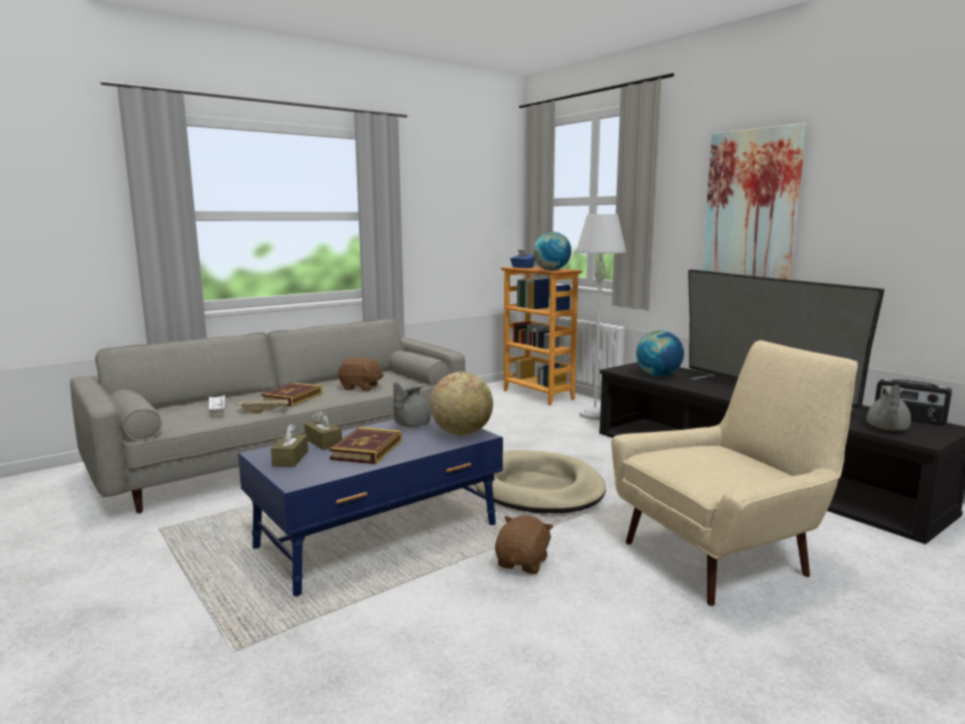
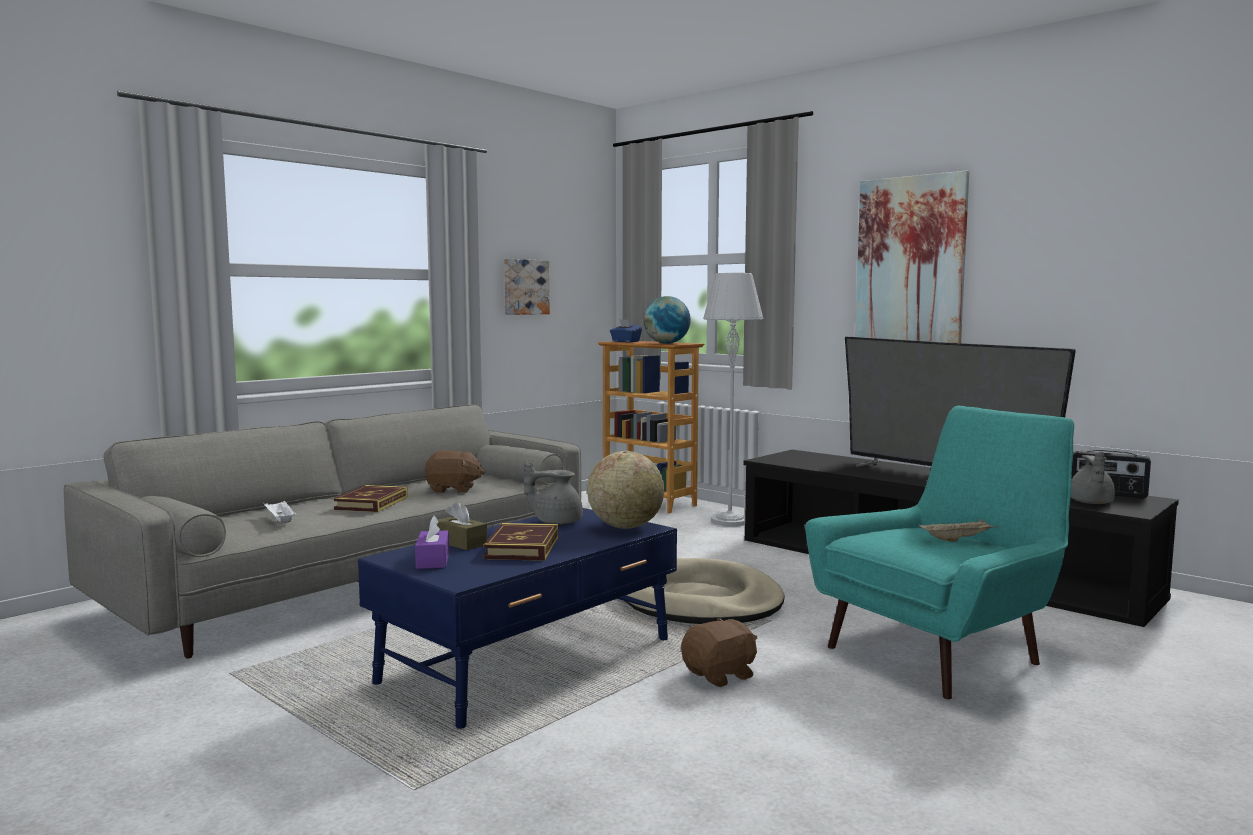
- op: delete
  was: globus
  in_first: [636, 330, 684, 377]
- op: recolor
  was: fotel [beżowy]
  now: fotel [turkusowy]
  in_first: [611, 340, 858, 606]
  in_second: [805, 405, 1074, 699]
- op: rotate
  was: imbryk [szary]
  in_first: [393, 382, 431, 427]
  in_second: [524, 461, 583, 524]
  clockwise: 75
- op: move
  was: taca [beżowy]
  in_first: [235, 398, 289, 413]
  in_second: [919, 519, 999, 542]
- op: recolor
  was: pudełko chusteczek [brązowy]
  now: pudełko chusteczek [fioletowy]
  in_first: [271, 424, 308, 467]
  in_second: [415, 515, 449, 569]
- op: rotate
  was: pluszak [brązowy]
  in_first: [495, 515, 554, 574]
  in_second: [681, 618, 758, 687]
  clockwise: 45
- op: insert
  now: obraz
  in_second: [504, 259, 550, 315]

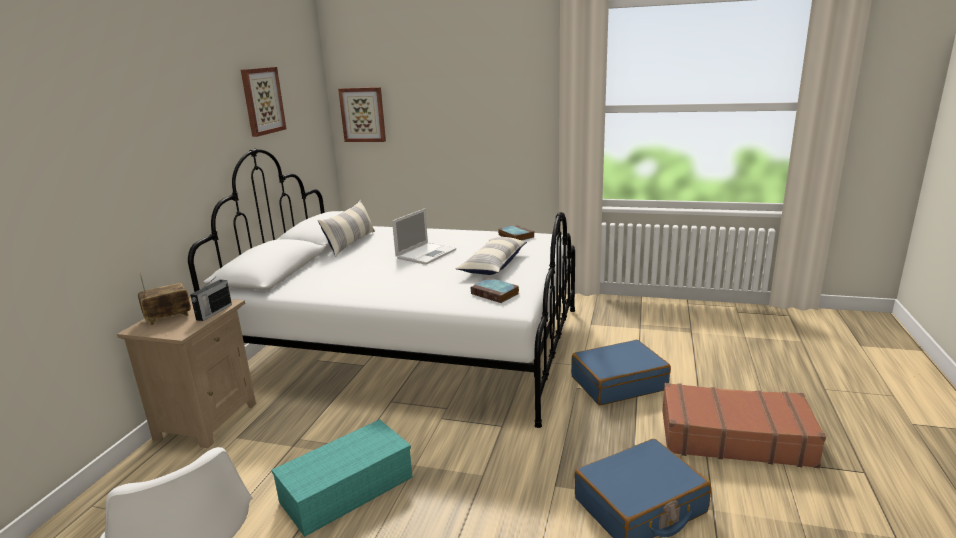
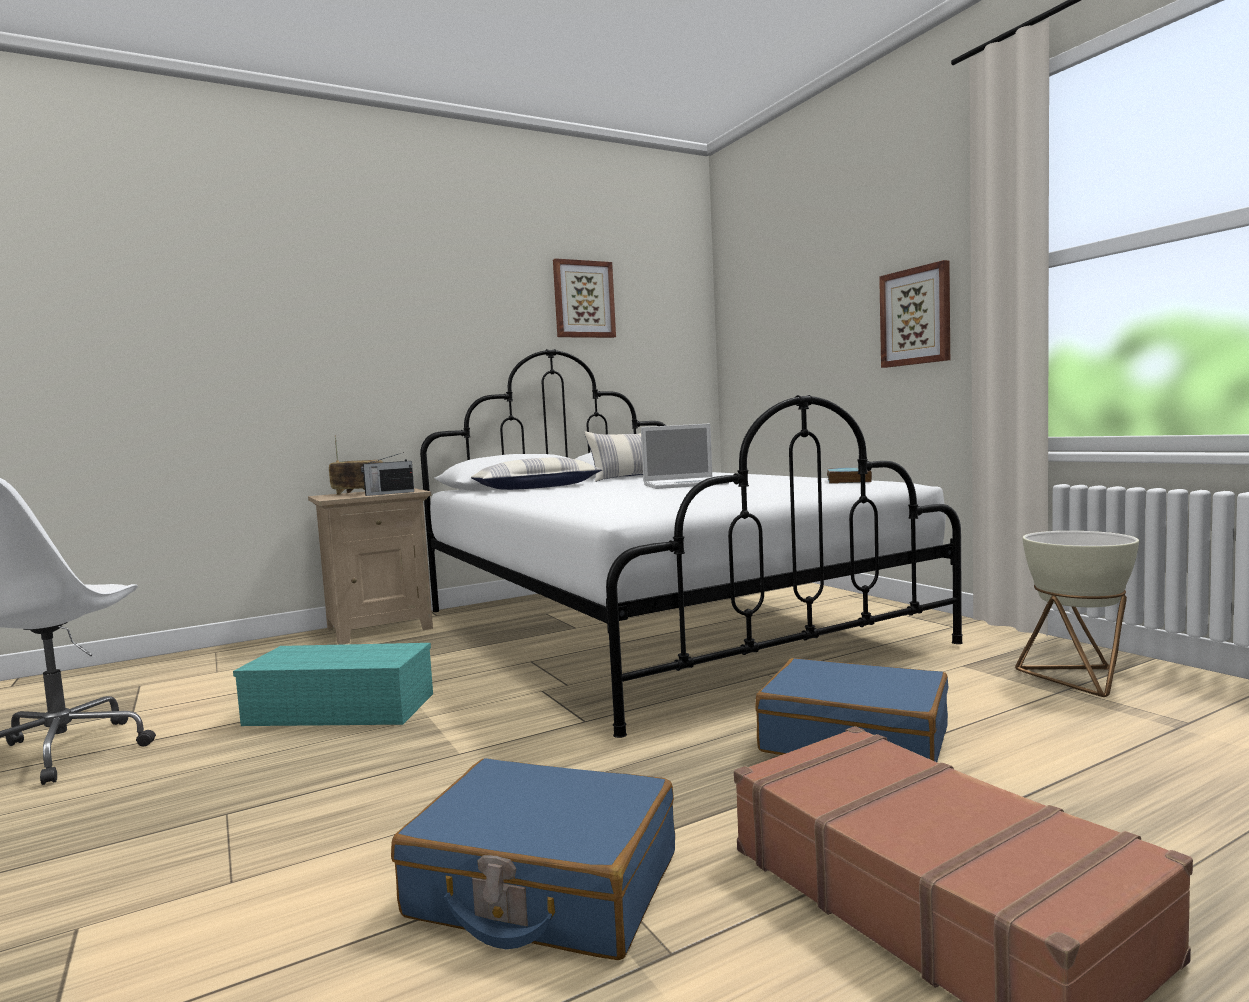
- op: move
  was: obraz
  in_first: [338, 87, 386, 142]
  in_second: [879, 260, 950, 368]
- op: move
  was: poduszka
  in_first: [456, 237, 527, 275]
  in_second: [471, 458, 602, 490]
- op: delete
  was: książka
  in_first: [471, 278, 519, 303]
- op: insert
  now: donica
  in_second: [1015, 531, 1139, 697]

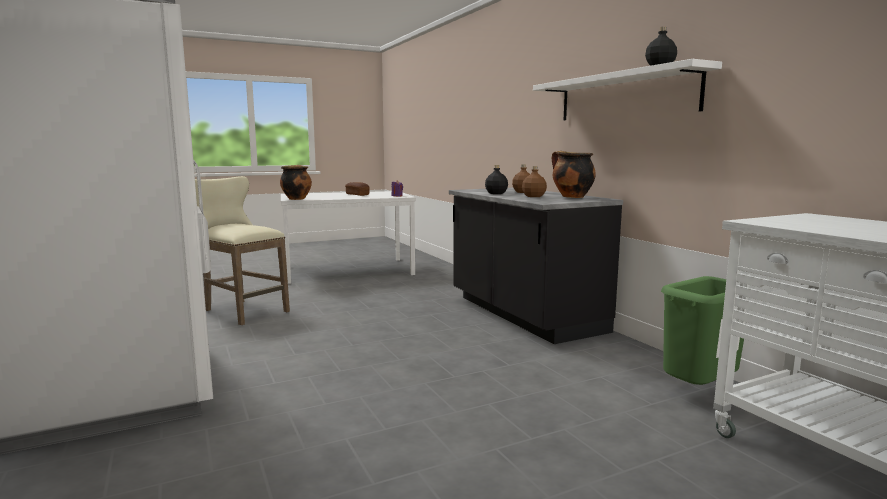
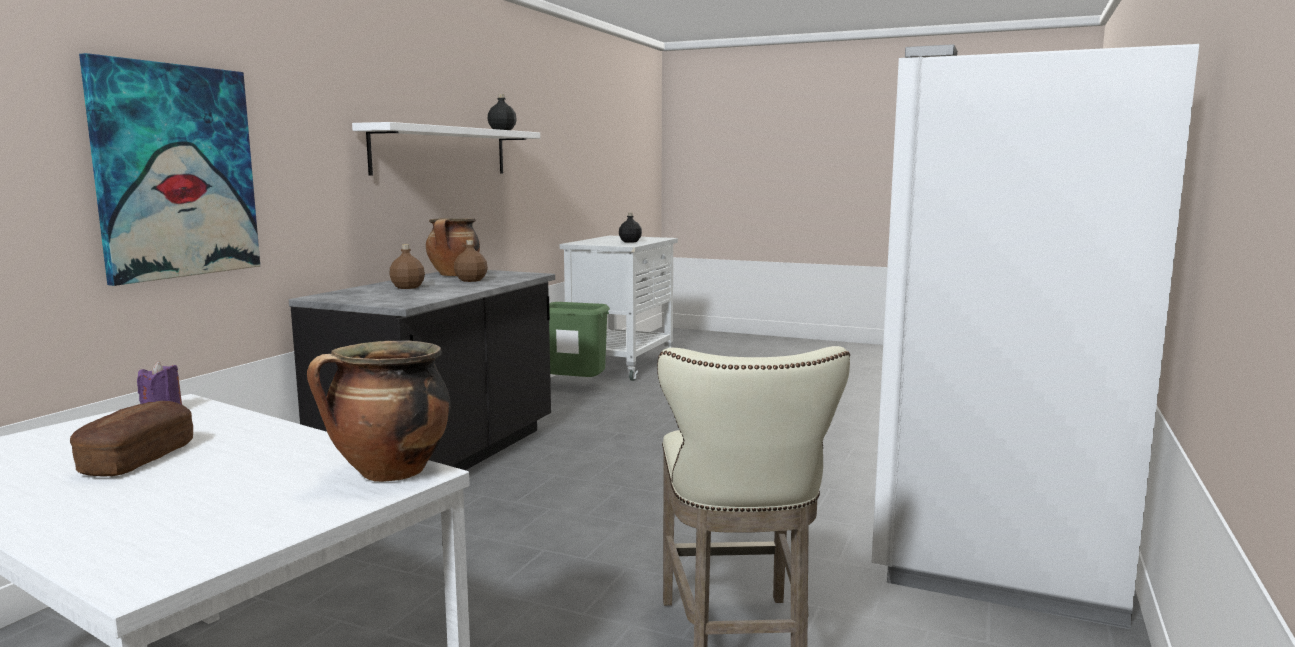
- op: move
  was: butelka [czarny]
  in_first: [485, 165, 508, 194]
  in_second: [619, 213, 642, 243]
- op: insert
  now: obraz
  in_second: [79, 53, 260, 286]

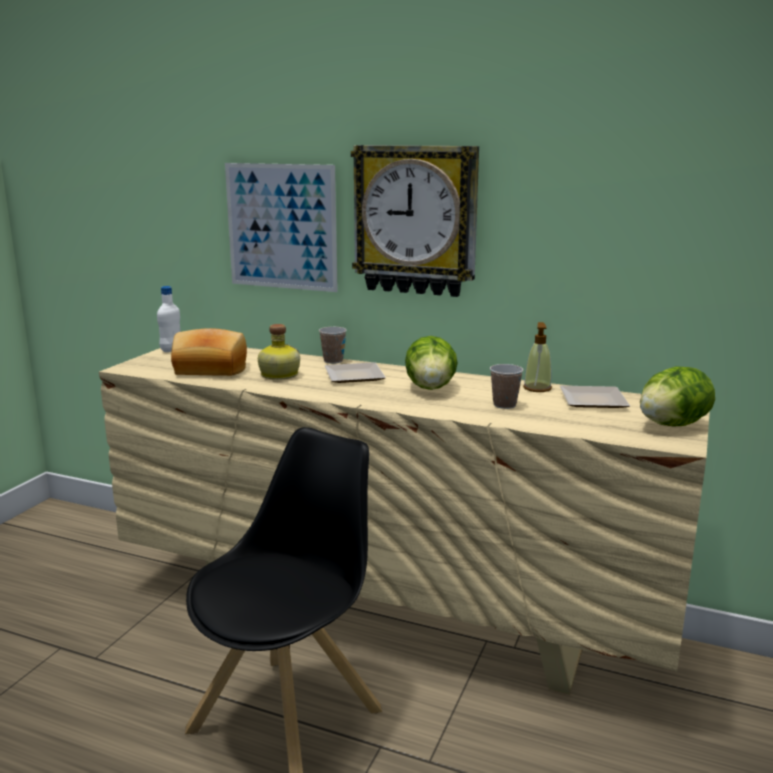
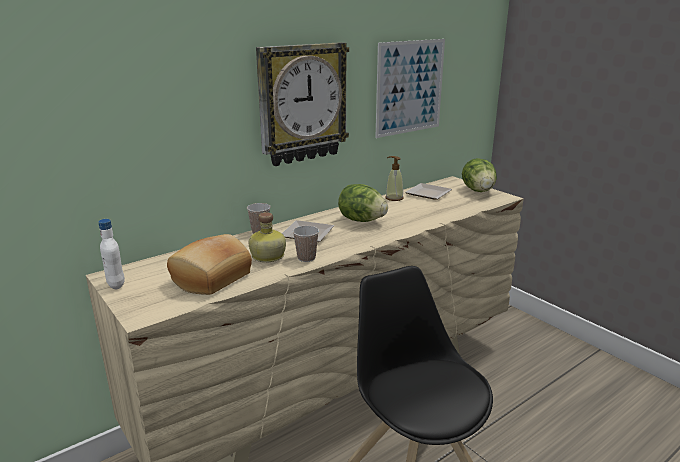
- op: move
  was: obraz
  in_first: [225, 163, 338, 292]
  in_second: [375, 39, 445, 138]
- op: move
  was: filiżanka
  in_first: [490, 364, 523, 409]
  in_second: [293, 226, 319, 262]

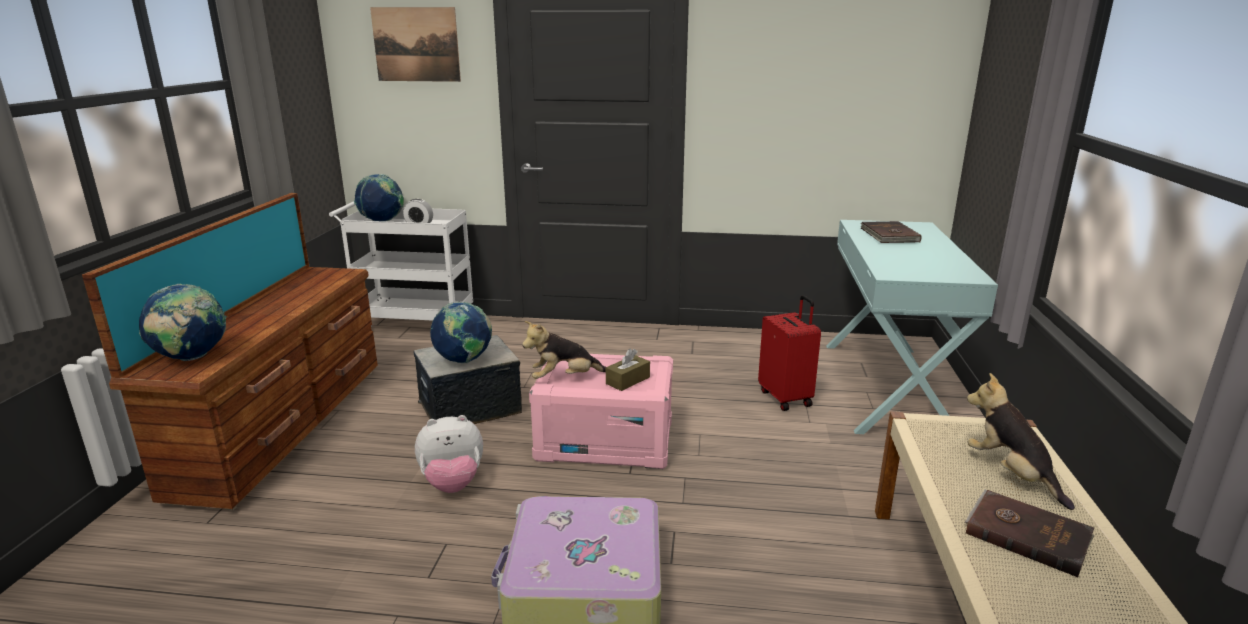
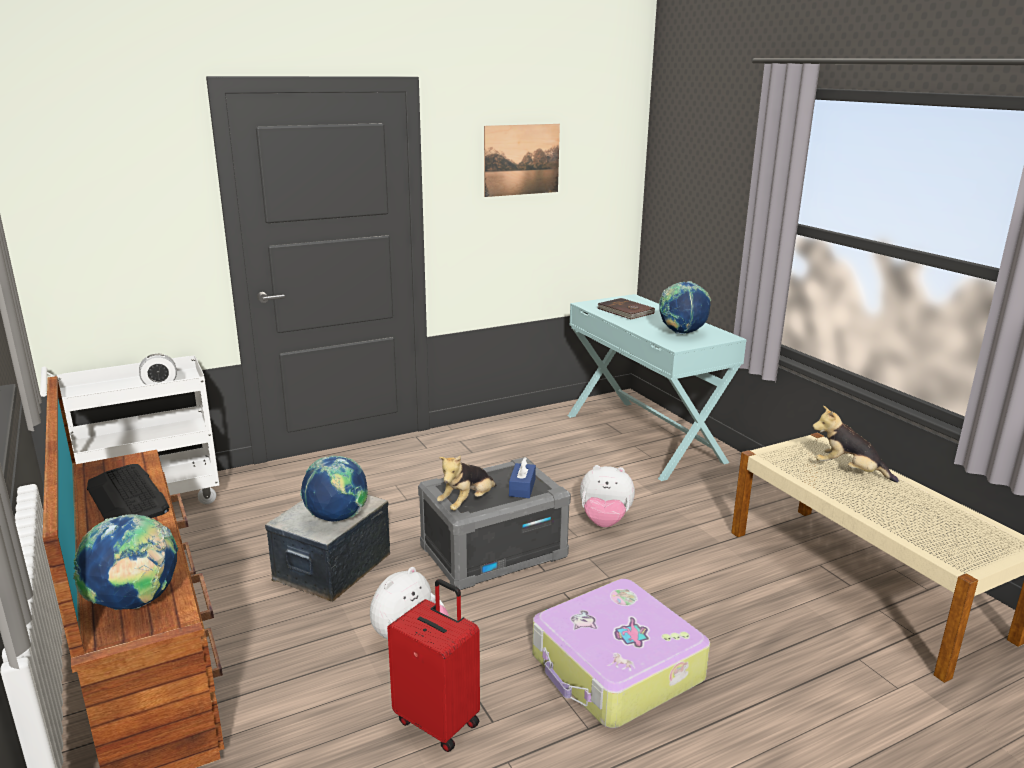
- op: move
  was: obraz
  in_first: [370, 7, 461, 82]
  in_second: [484, 124, 560, 197]
- op: move
  was: globus
  in_first: [354, 174, 404, 222]
  in_second: [659, 281, 711, 335]
- op: move
  was: walizka [czerwony]
  in_first: [758, 295, 821, 411]
  in_second: [387, 579, 480, 752]
- op: recolor
  was: pudełko chusteczek [brązowy]
  now: pudełko chusteczek [niebieski]
  in_first: [606, 348, 650, 391]
  in_second: [509, 457, 536, 498]
- op: recolor
  was: pojemnik do przechowywania [różowy]
  now: pojemnik do przechowywania [szary]
  in_first: [529, 354, 673, 469]
  in_second: [418, 457, 571, 590]
- op: delete
  was: książka [brązowy]
  in_first: [965, 489, 1094, 577]
- op: insert
  now: klawiatura
  in_second: [87, 464, 169, 520]
- op: insert
  now: pluszak
  in_second: [580, 465, 635, 527]

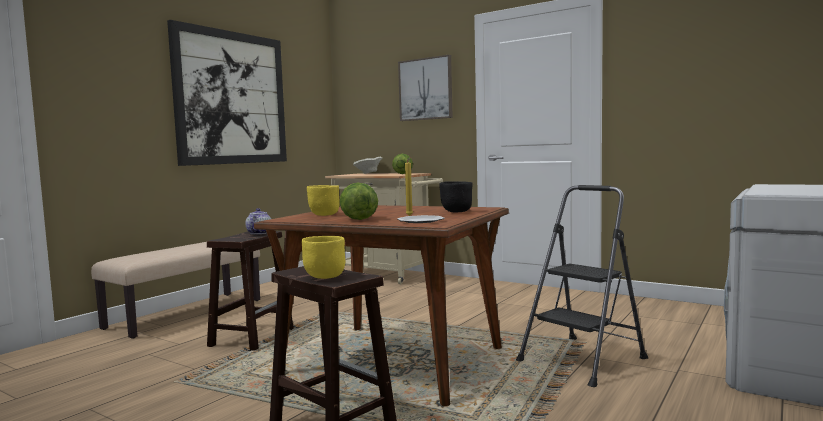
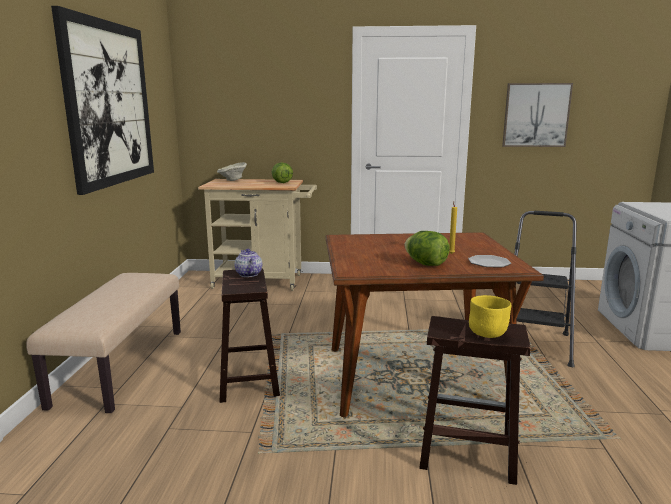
- op: move
  was: obraz
  in_first: [398, 55, 453, 121]
  in_second: [502, 83, 573, 147]
- op: delete
  was: miska [czarny]
  in_first: [439, 181, 472, 212]
- op: delete
  was: miska [żółty]
  in_first: [307, 185, 340, 216]

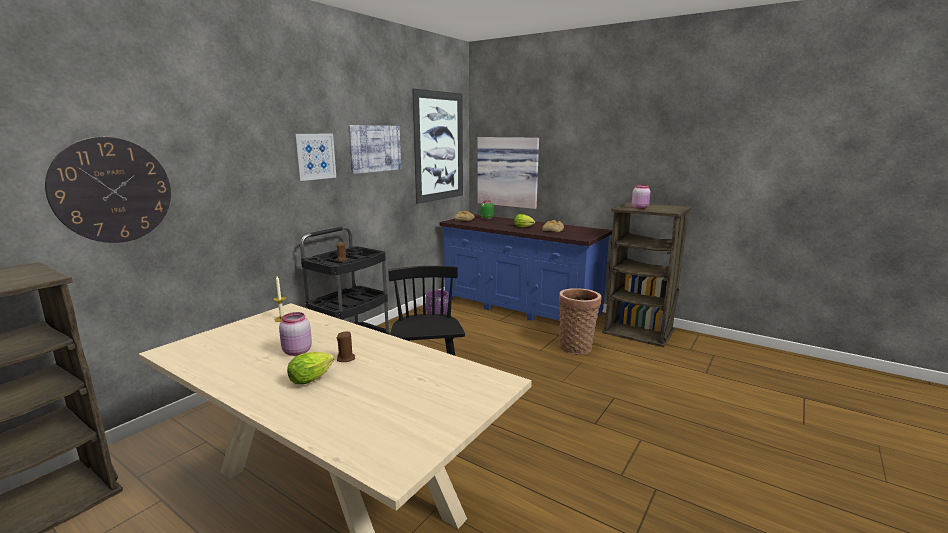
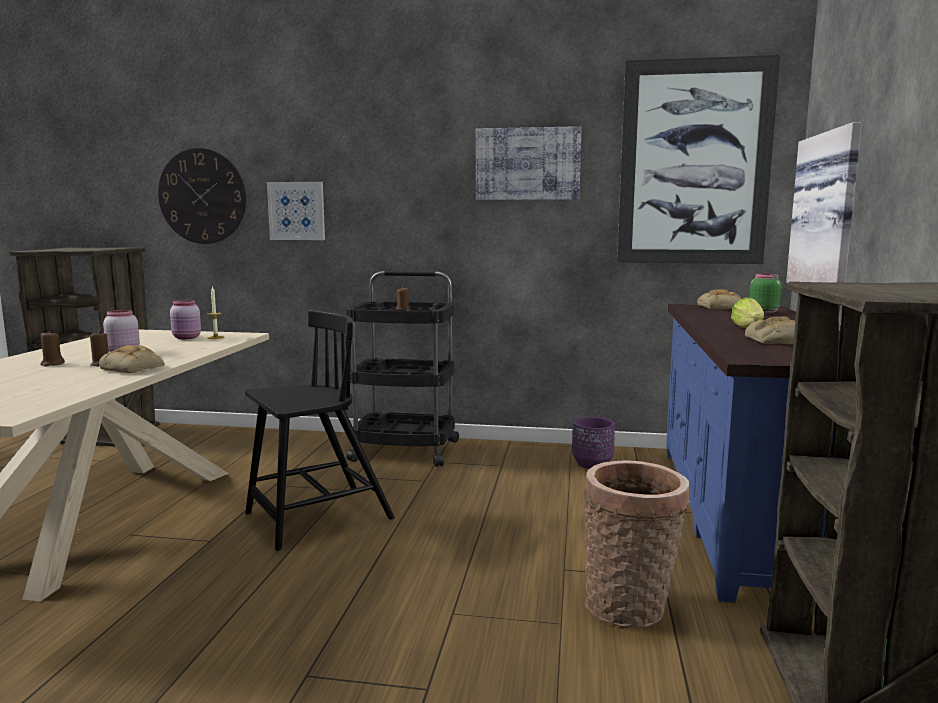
- op: move
  was: obraz
  in_first: [293, 134, 336, 181]
  in_second: [267, 182, 325, 240]
- op: move
  was: słoik [różowy]
  in_first: [632, 185, 651, 209]
  in_second: [170, 300, 201, 339]
- op: replace
  was: sałata
  now: świeca [brązowy]
  in_first: [287, 352, 334, 385]
  in_second: [40, 331, 65, 367]
- op: insert
  now: chleb
  in_second: [99, 345, 165, 373]

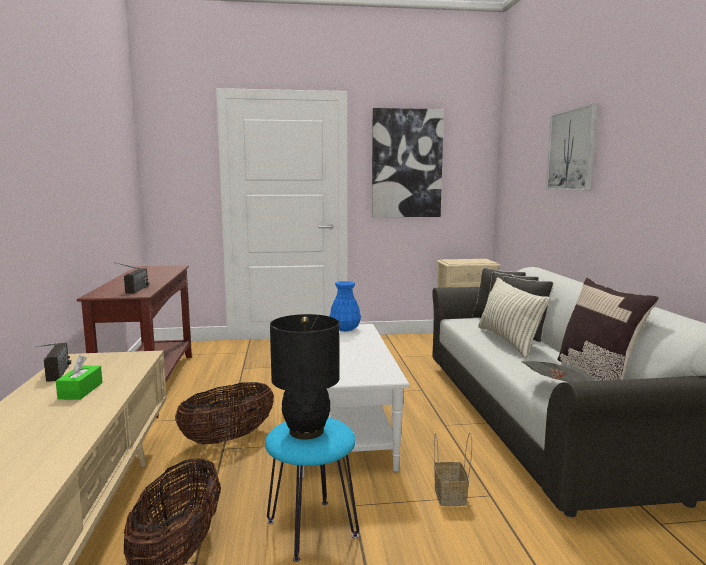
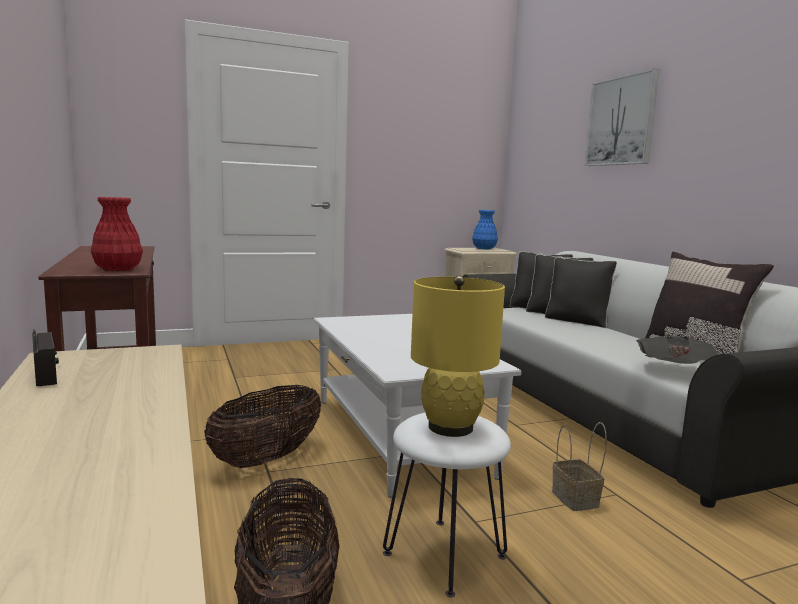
- op: delete
  was: obraz
  in_first: [372, 108, 444, 217]
- op: replace
  was: radio
  now: wazon [czerwony]
  in_first: [114, 262, 149, 294]
  in_second: [91, 197, 143, 271]
- op: delete
  was: poduszka
  in_first: [478, 277, 550, 358]
- op: move
  was: wazon [niebieski]
  in_first: [329, 281, 361, 331]
  in_second: [472, 210, 498, 249]
- op: recolor
  was: lampa stołowa [czarny]
  now: lampa stołowa [żółty]
  in_first: [270, 314, 340, 439]
  in_second: [411, 276, 505, 437]
- op: delete
  was: pudełko chusteczek [zielony]
  in_first: [56, 355, 103, 400]
- op: recolor
  was: stołek [turkusowy]
  now: stołek [biały]
  in_first: [265, 418, 359, 562]
  in_second: [383, 413, 511, 597]

